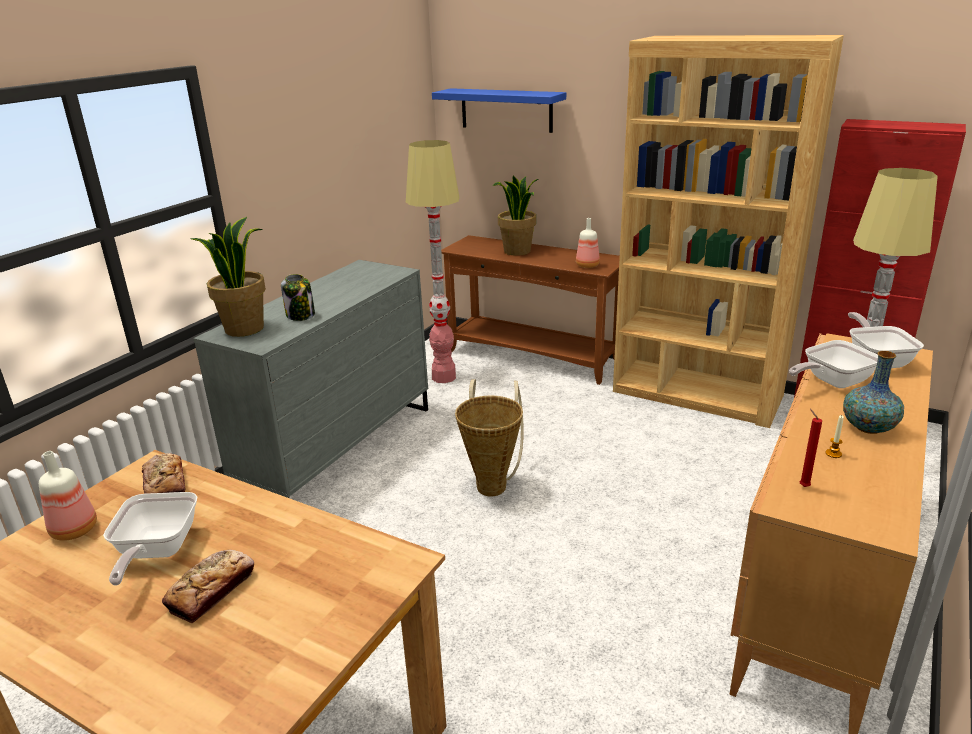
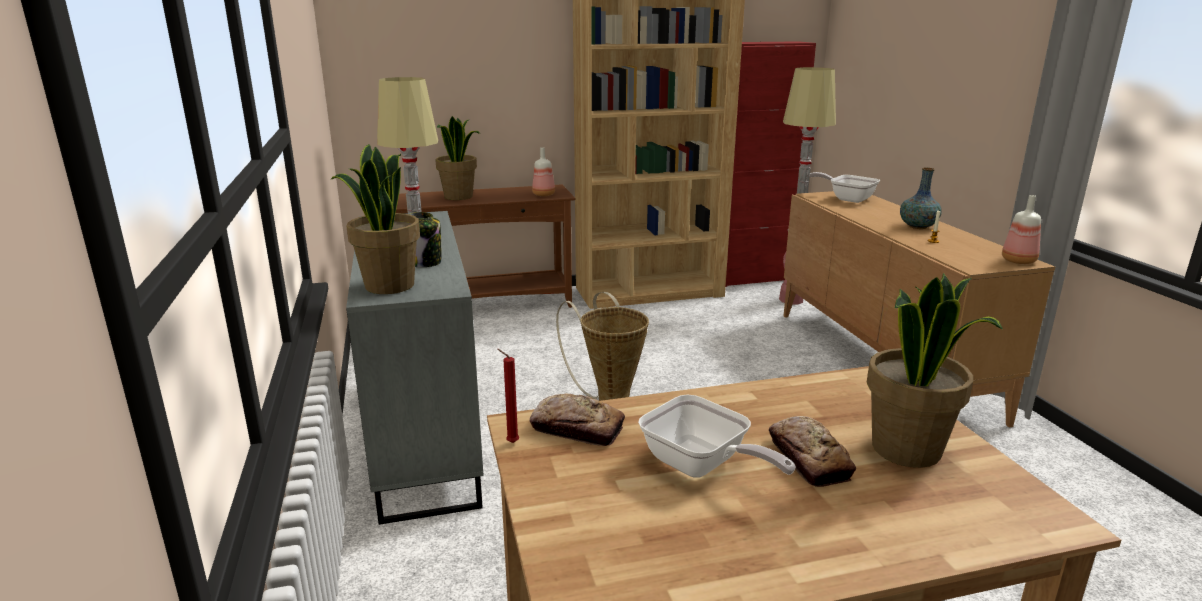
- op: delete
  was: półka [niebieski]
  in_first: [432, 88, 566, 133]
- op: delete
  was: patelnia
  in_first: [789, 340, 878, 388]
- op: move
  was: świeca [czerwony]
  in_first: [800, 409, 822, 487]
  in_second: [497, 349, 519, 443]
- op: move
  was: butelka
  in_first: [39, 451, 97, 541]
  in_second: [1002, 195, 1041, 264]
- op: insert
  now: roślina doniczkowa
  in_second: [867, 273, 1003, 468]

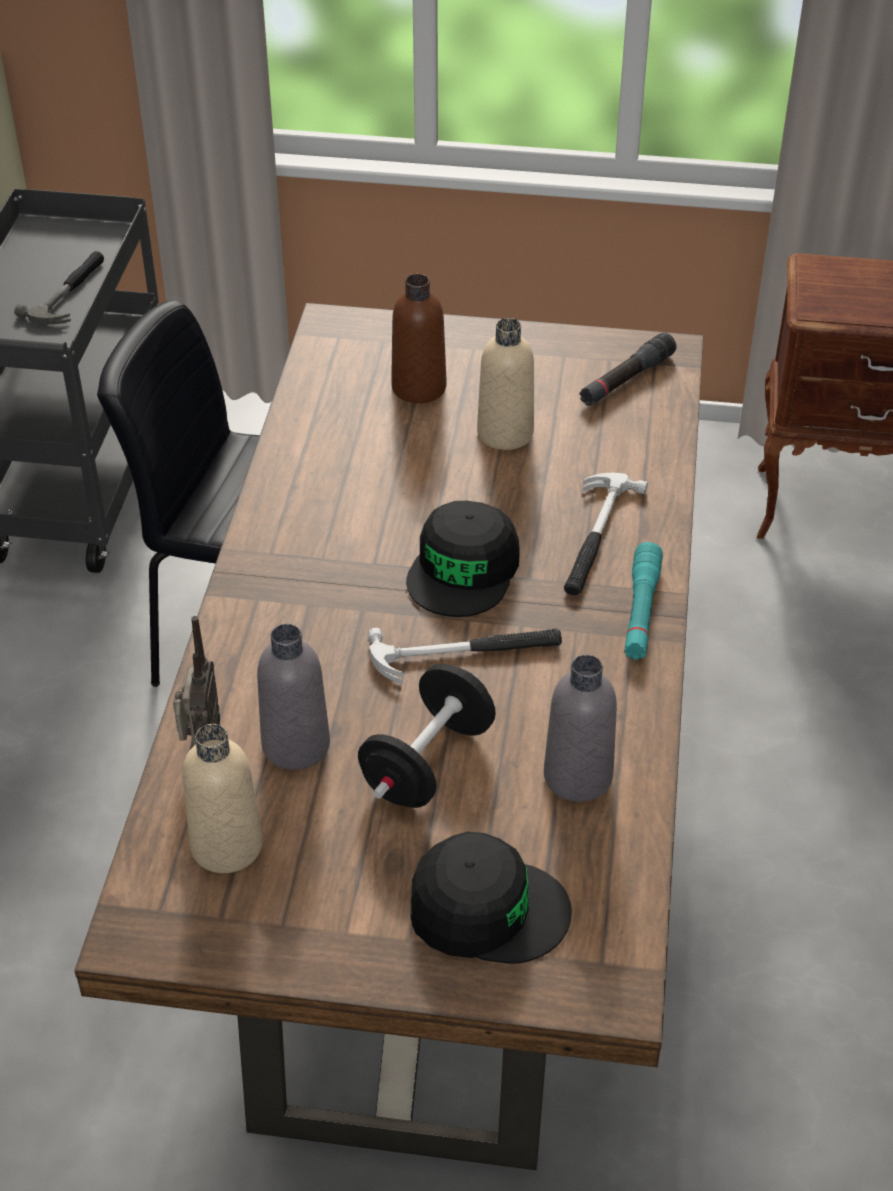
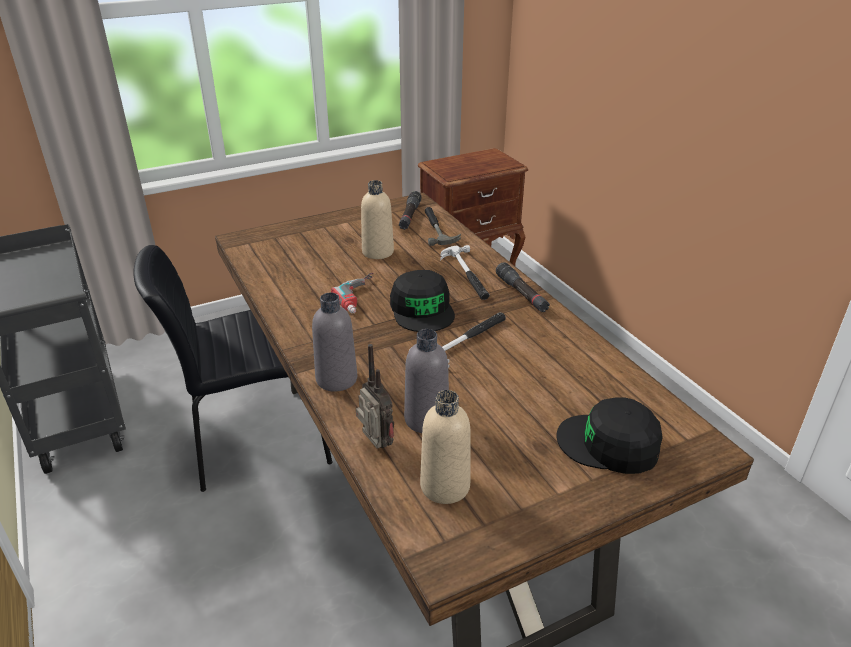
- op: move
  was: młotek
  in_first: [14, 251, 104, 325]
  in_second: [425, 207, 461, 246]
- op: delete
  was: butelka [brązowy]
  in_first: [391, 274, 446, 403]
- op: recolor
  was: latarka [turkusowy]
  now: latarka [czarny]
  in_first: [625, 542, 663, 660]
  in_second: [496, 262, 550, 312]
- op: move
  was: butelka [szary]
  in_first: [544, 655, 617, 802]
  in_second: [312, 293, 357, 392]
- op: delete
  was: hantel [czarny]
  in_first: [358, 664, 496, 808]
- op: rotate
  was: czapka z daszkiem [czarny]
  in_first: [411, 832, 572, 964]
  in_second: [557, 397, 663, 474]
  clockwise: -135
- op: insert
  now: wiertarka
  in_second: [331, 273, 374, 313]

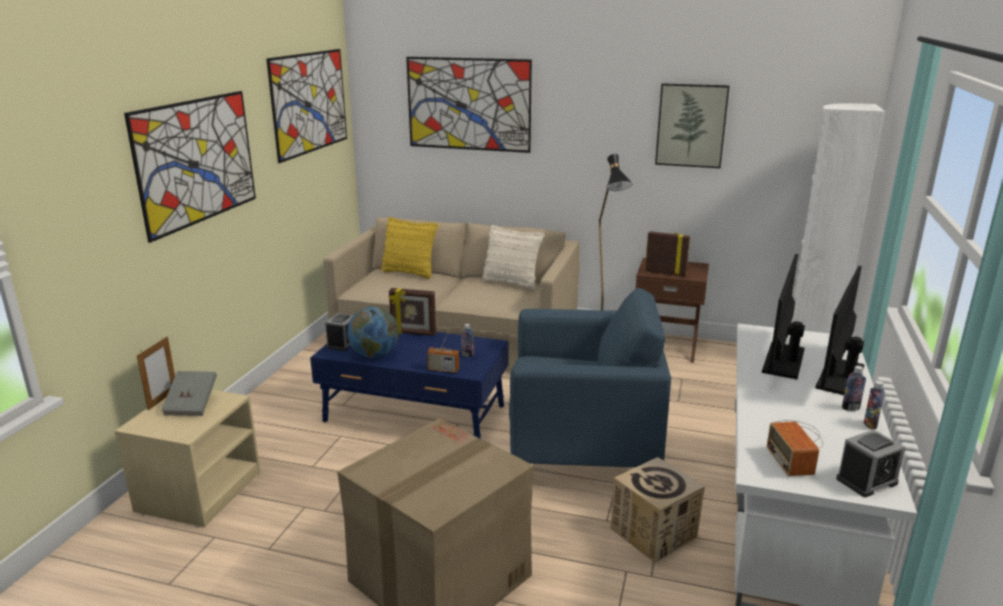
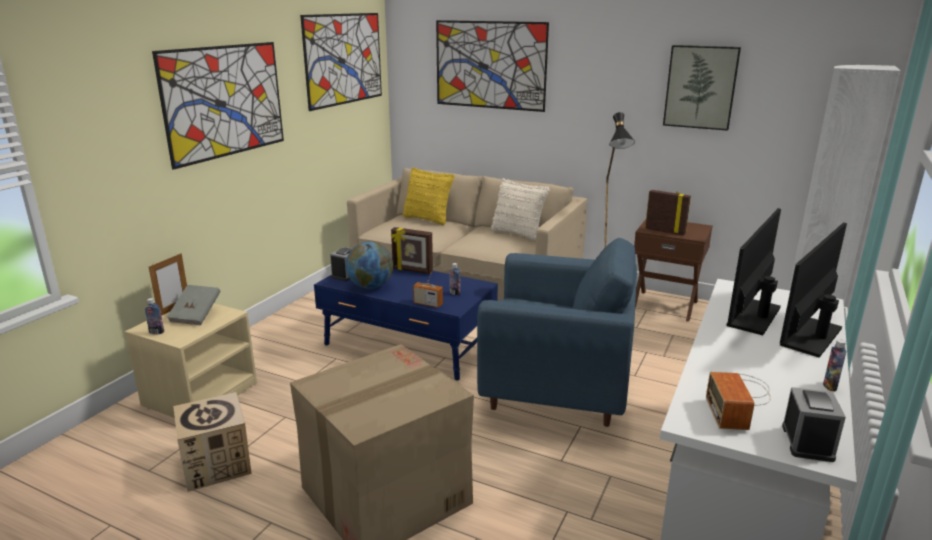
- op: move
  was: butelka
  in_first: [842, 366, 866, 411]
  in_second: [145, 298, 164, 335]
- op: rotate
  was: budzik
  in_first: [836, 430, 905, 497]
  in_second: [782, 387, 846, 462]
  clockwise: -60
- op: move
  was: karton
  in_first: [611, 457, 705, 563]
  in_second: [173, 392, 252, 492]

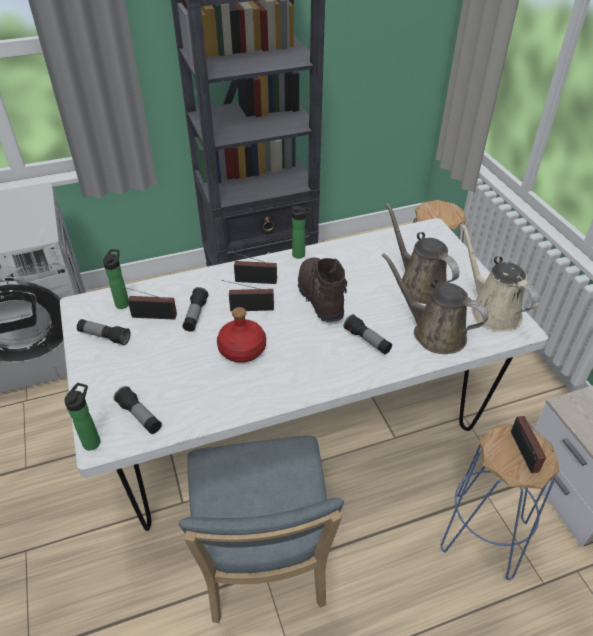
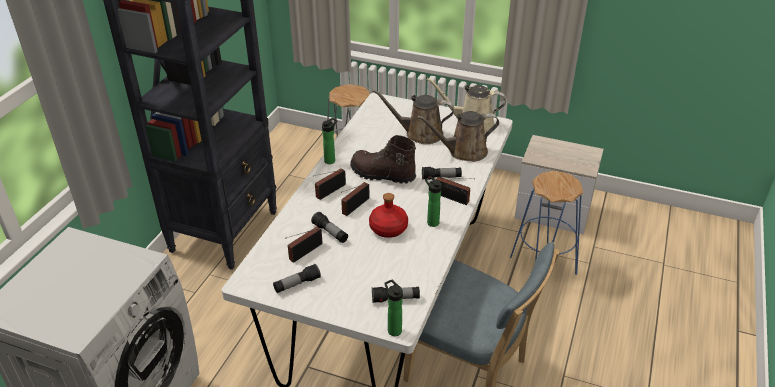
- op: move
  was: butelka
  in_first: [103, 249, 129, 309]
  in_second: [425, 176, 442, 227]
- op: move
  was: radio
  in_first: [511, 416, 554, 473]
  in_second: [436, 177, 470, 205]

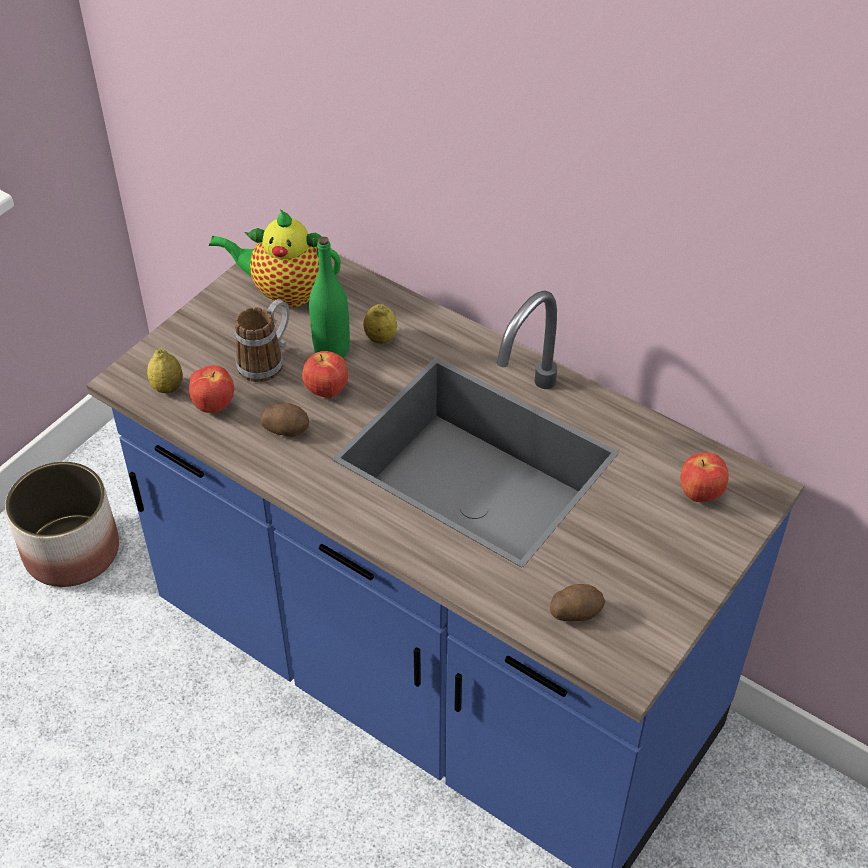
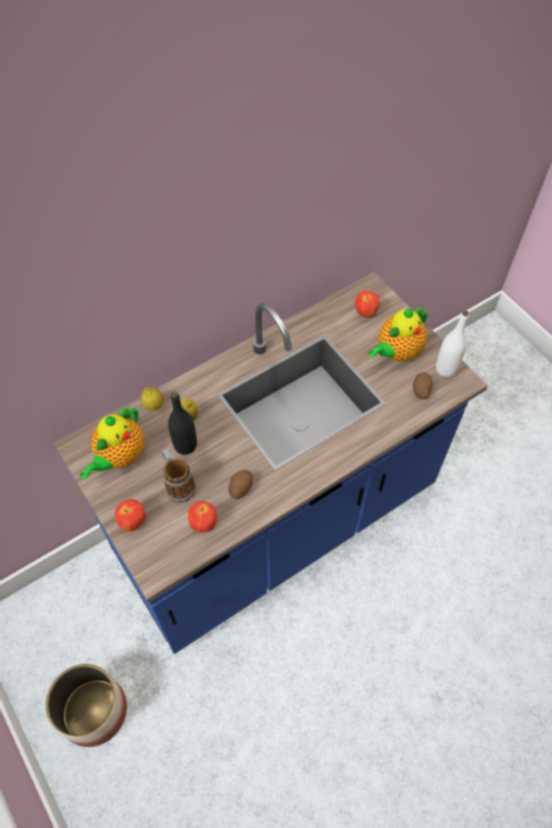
- op: recolor
  was: butelka [zielony]
  now: butelka [czarny]
  in_first: [309, 237, 350, 358]
  in_second: [168, 391, 197, 455]
- op: move
  was: cytryna
  in_first: [147, 349, 183, 393]
  in_second: [141, 387, 164, 410]
- op: move
  was: jabłko
  in_first: [302, 351, 348, 398]
  in_second: [115, 499, 146, 531]
- op: insert
  now: imbryk
  in_second: [368, 307, 427, 362]
- op: insert
  now: butelka [biały]
  in_second: [436, 310, 469, 377]

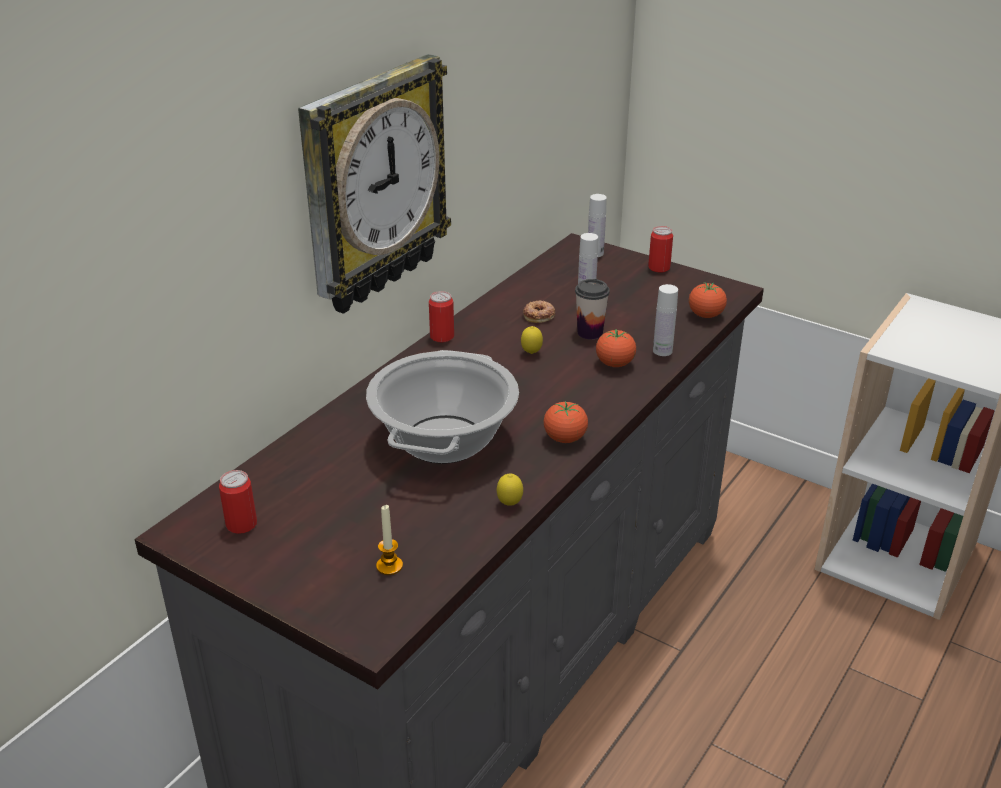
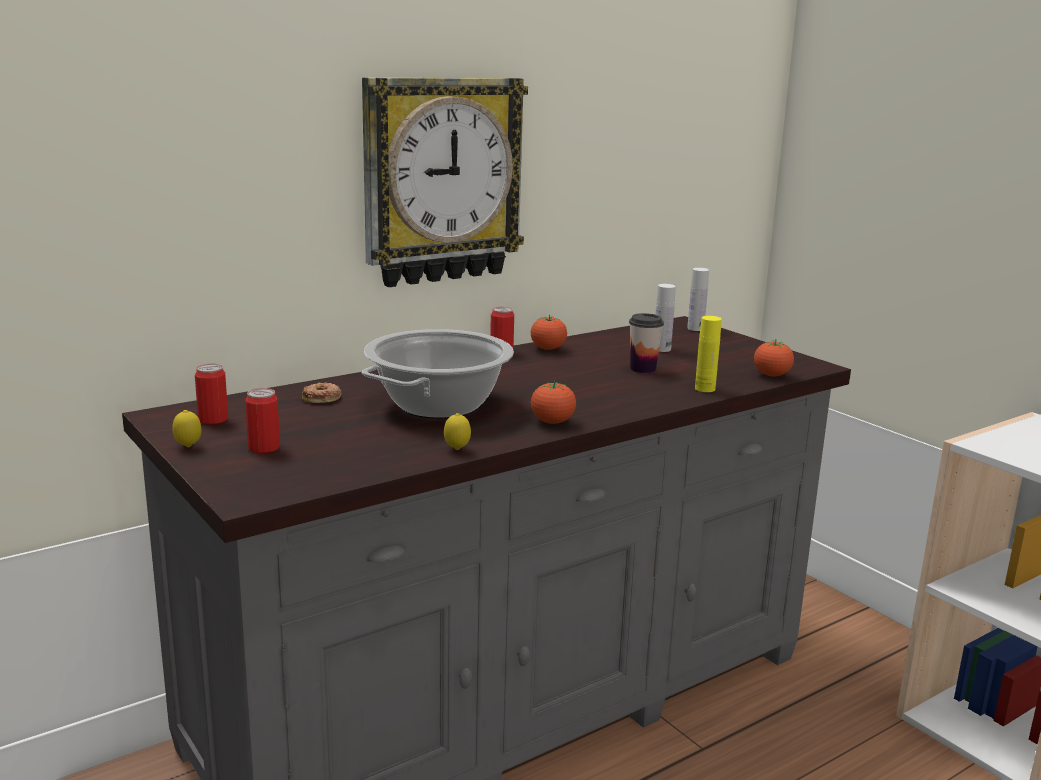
- op: move
  was: puszka
  in_first: [648, 226, 673, 273]
  in_second: [245, 388, 280, 453]
- op: recolor
  was: butelka [biały]
  now: butelka [żółty]
  in_first: [653, 284, 678, 356]
  in_second: [695, 316, 722, 392]
- op: move
  was: donut
  in_first: [523, 300, 555, 323]
  in_second: [302, 382, 342, 403]
- op: move
  was: cytryna
  in_first: [521, 326, 543, 354]
  in_second: [172, 410, 201, 447]
- op: move
  was: pomidor
  in_first: [596, 329, 636, 367]
  in_second: [531, 315, 567, 350]
- op: delete
  was: świeca
  in_first: [376, 505, 403, 575]

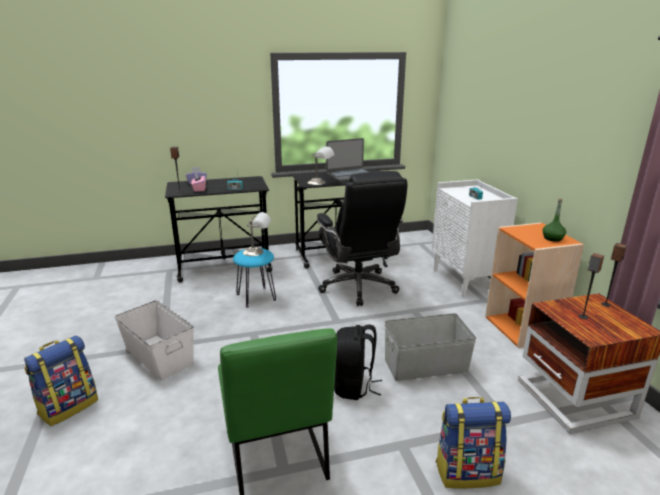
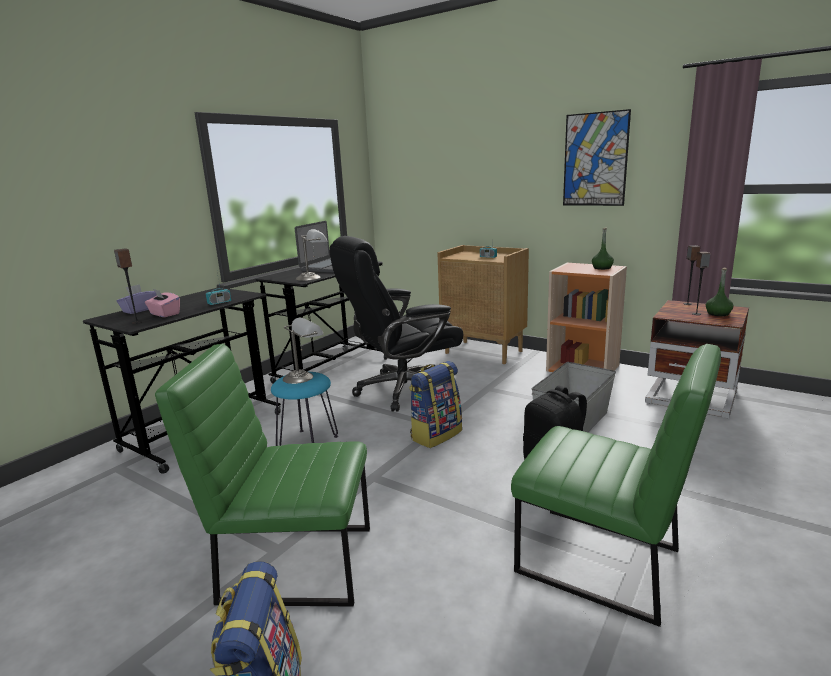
- op: rotate
  was: krzesło biurowe [czarny]
  in_first: [317, 171, 407, 306]
  in_second: [330, 236, 463, 412]
  clockwise: 120
- op: recolor
  was: szafka [biały]
  now: szafka [brązowy]
  in_first: [432, 179, 518, 297]
  in_second: [437, 245, 529, 364]
- op: replace
  was: pojemnik do przechowywania [biały]
  now: krzesło [zielony]
  in_first: [114, 300, 194, 380]
  in_second: [155, 344, 370, 606]
- op: move
  was: plecak
  in_first: [435, 397, 511, 489]
  in_second: [409, 361, 462, 448]
- op: insert
  now: obraz
  in_second: [563, 109, 631, 206]
- op: insert
  now: butelka [zielony]
  in_second: [706, 268, 734, 316]

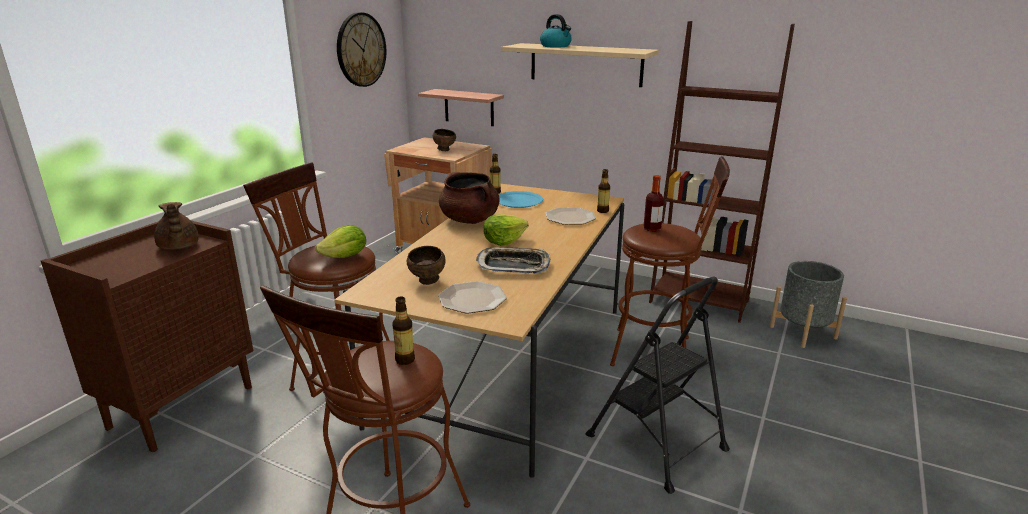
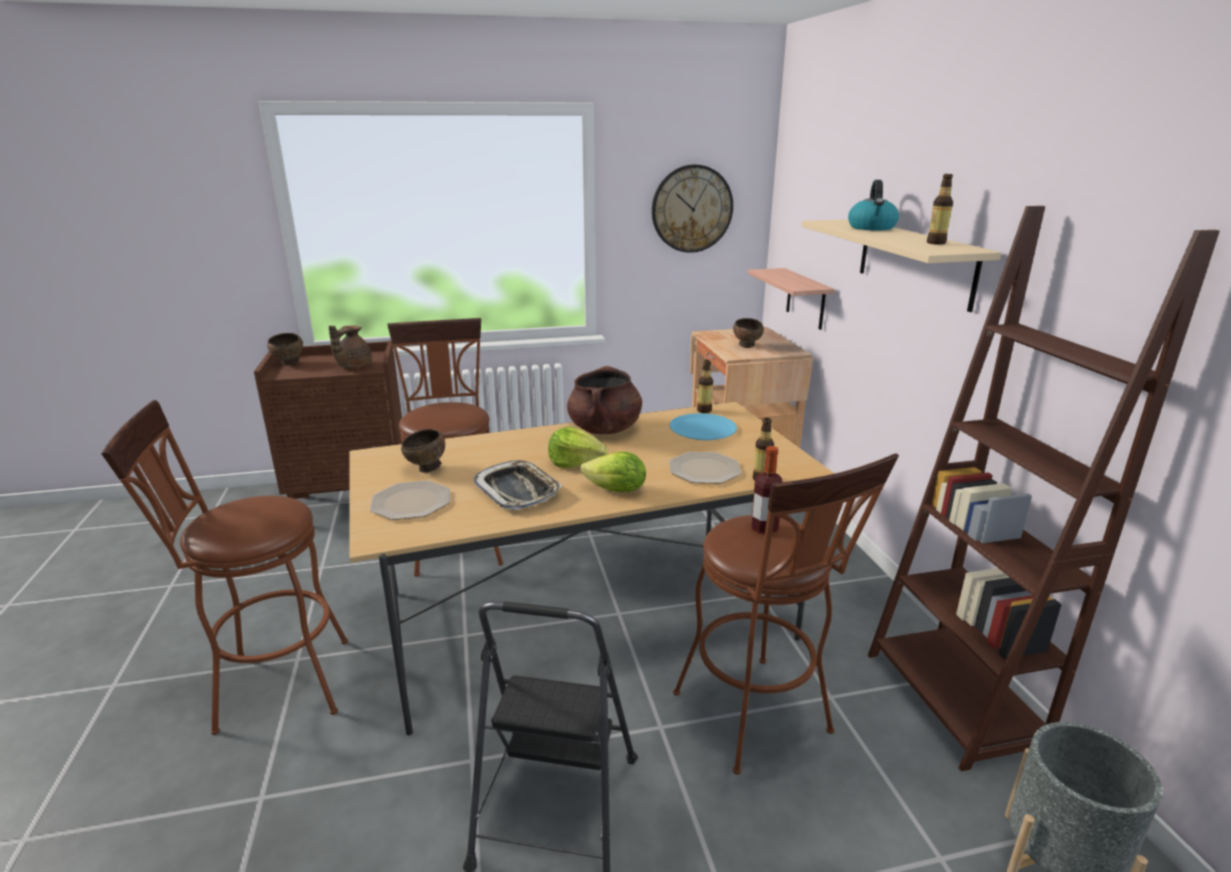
- op: move
  was: sałata
  in_first: [315, 225, 366, 258]
  in_second: [580, 451, 646, 492]
- op: move
  was: butelka
  in_first: [392, 296, 415, 365]
  in_second: [927, 174, 953, 245]
- op: insert
  now: miska [brązowy]
  in_second: [267, 333, 303, 365]

